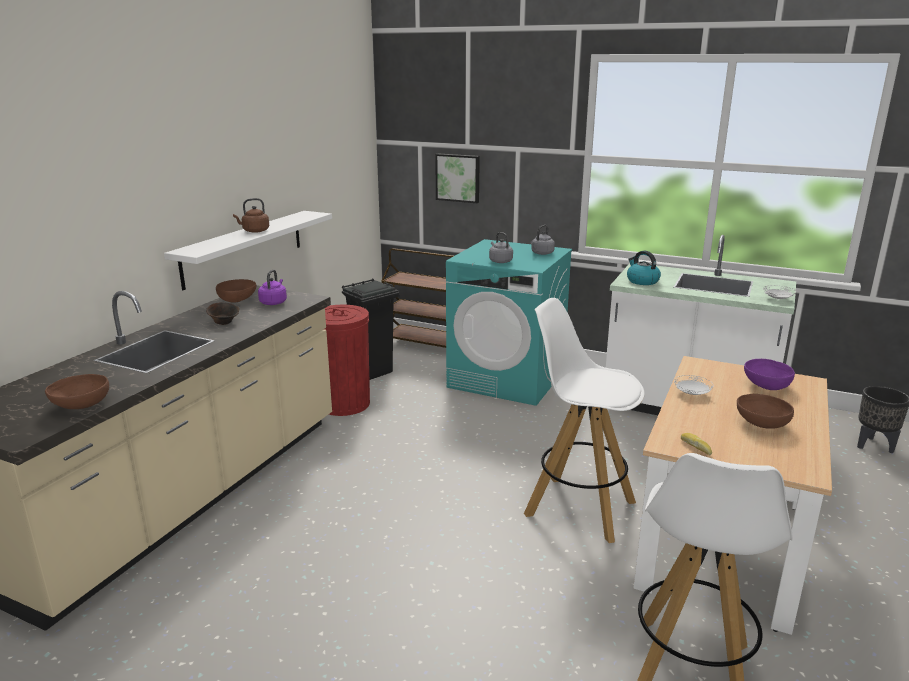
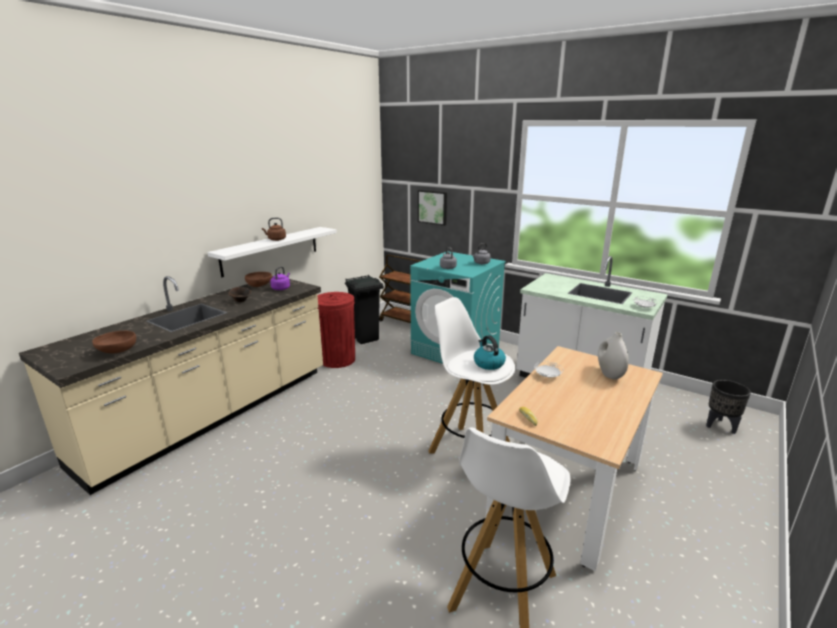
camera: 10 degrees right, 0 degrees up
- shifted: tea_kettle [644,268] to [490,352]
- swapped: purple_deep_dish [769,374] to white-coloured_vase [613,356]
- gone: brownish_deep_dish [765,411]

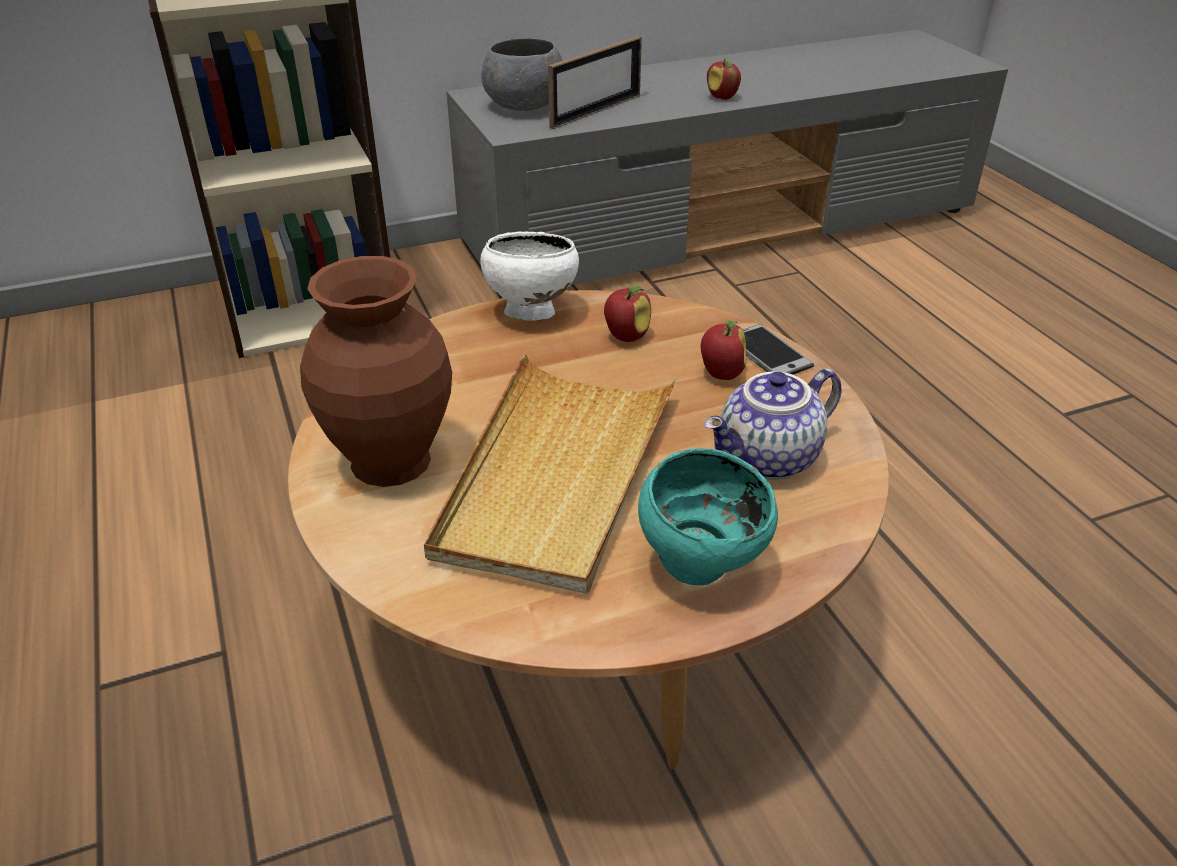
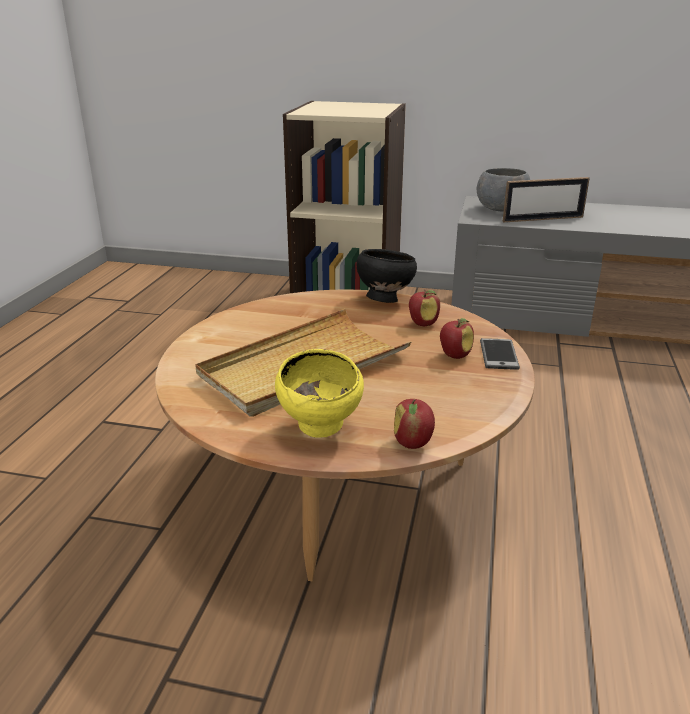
camera: 35 degrees right, 10 degrees down
- shifted: whole_apple [724,79] to [414,424]
- repainted: white-coloured_deep_dish [529,276] to blackish_deep_dish [387,276]
- gone: brownish_vase [376,371]
- gone: teapot [773,424]
- repainted: turquoise-coloured_deep_dish [708,516] to yellowish_deep_dish [319,393]

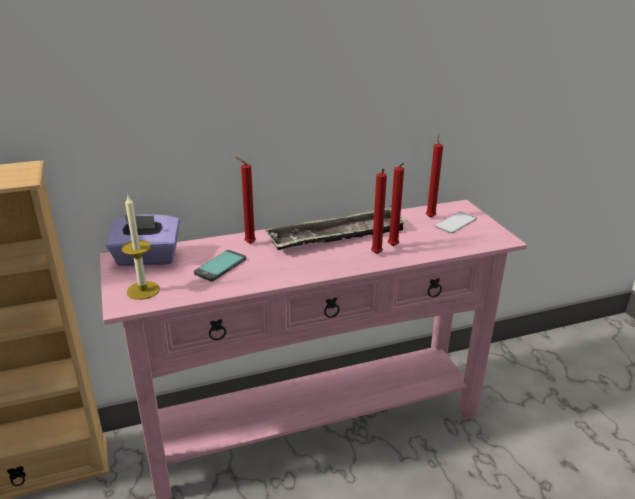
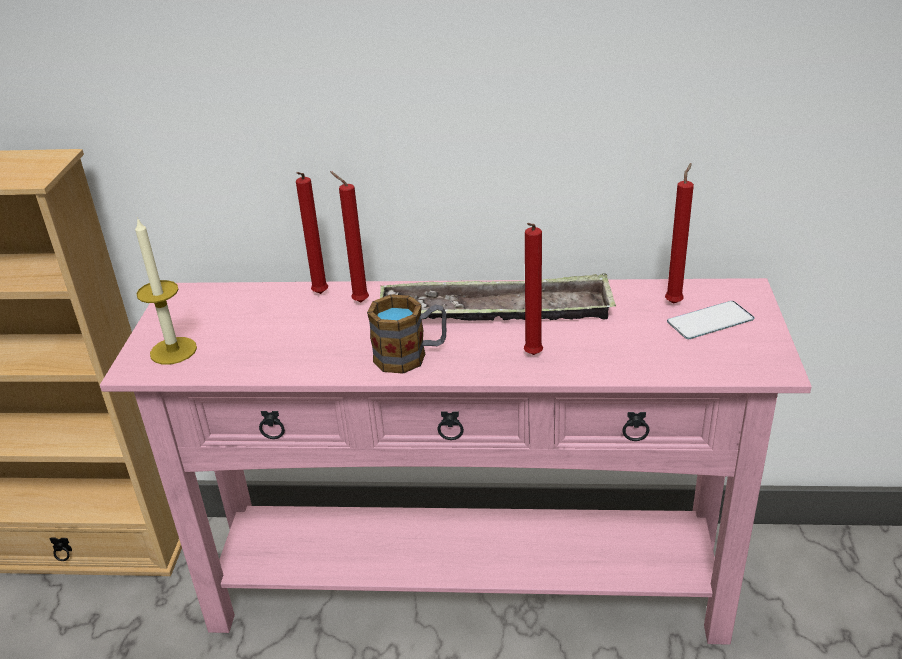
camera: 25 degrees right, 5 degrees up
- shifted: reddish_candle [396,204] to [312,233]
- gone: purple_tissue_box [143,240]
- gone: phone [220,265]
- new: coffee_mug [407,334]

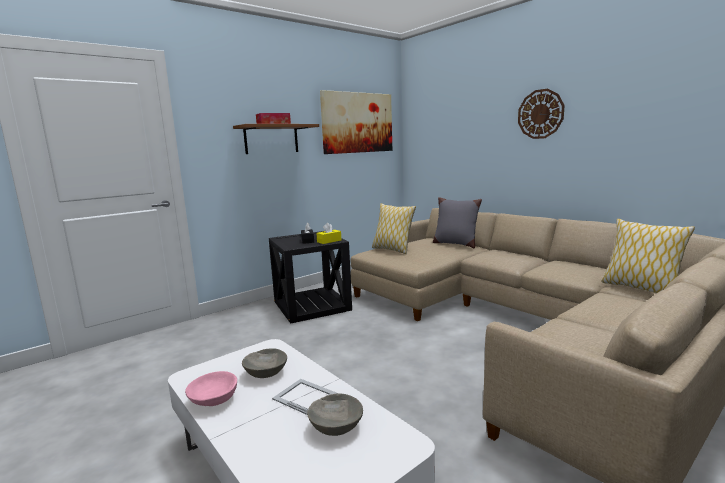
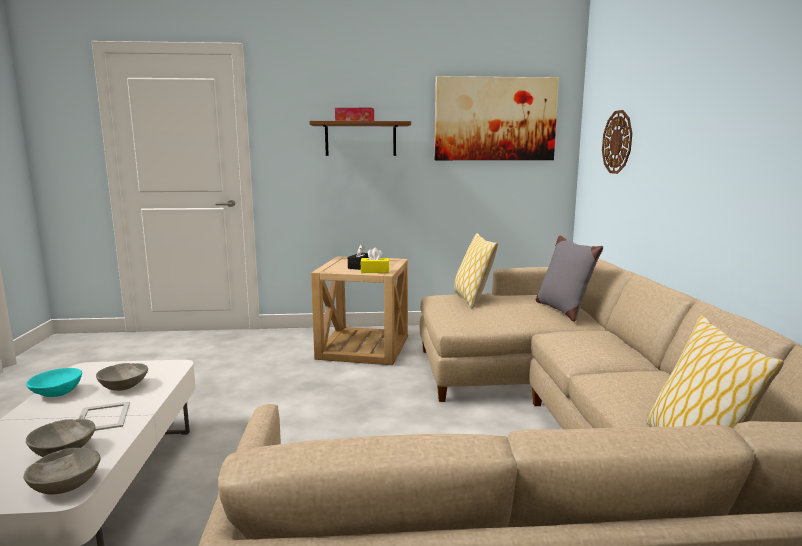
camera: 35 degrees right, 0 degrees up
- shifted: hanging_clock [541,114] to [617,142]
- repainted: blackish_end_table [310,277] to beige-coloured_end_table [359,310]
- repainted: pink_deep_dish [211,388] to turquoise-coloured_deep_dish [54,382]
- new: greyish_deep_dish [62,471]

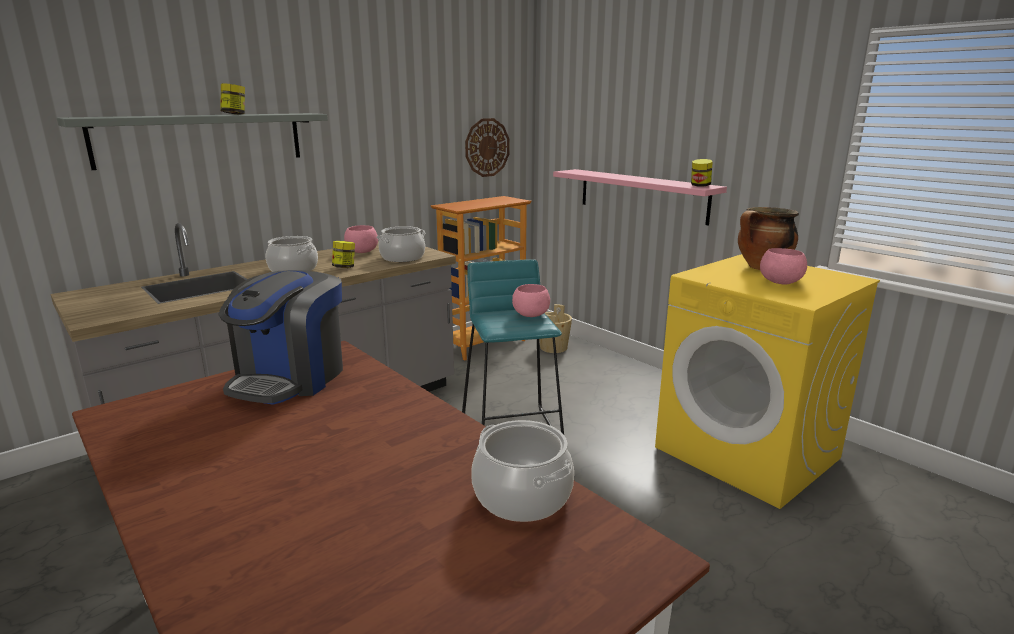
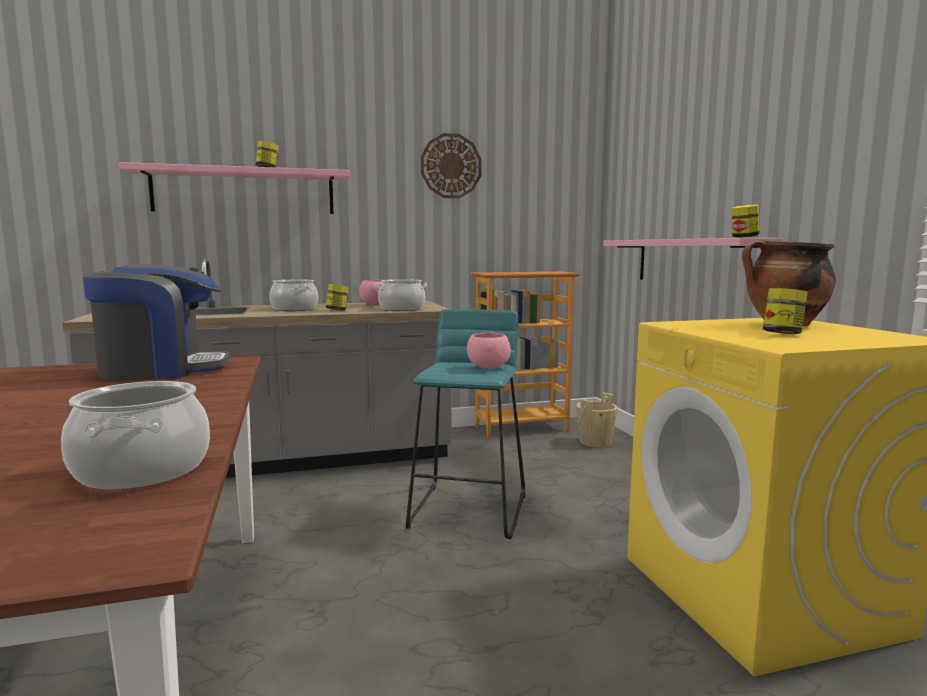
camera: 25 degrees right, 10 degrees down
- repainted: greyish_bracket_shelf [192,141] to pink_bracket_shelf [234,188]
- shifted: hanging_clock [487,147] to [451,165]
- swapped: pink_deep_dish [783,266] to preserve_jar [785,311]
- rotated: coffee_brewer [280,337] = [156,322] 150 degrees counterclockwise

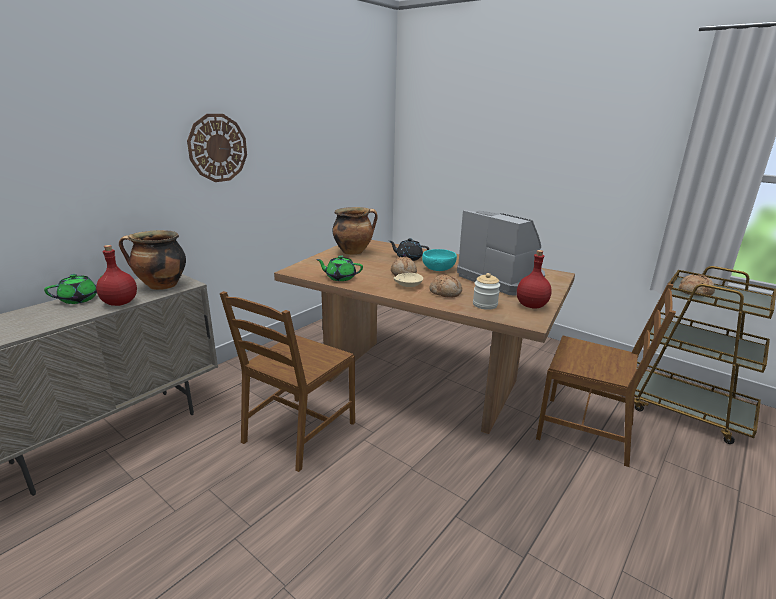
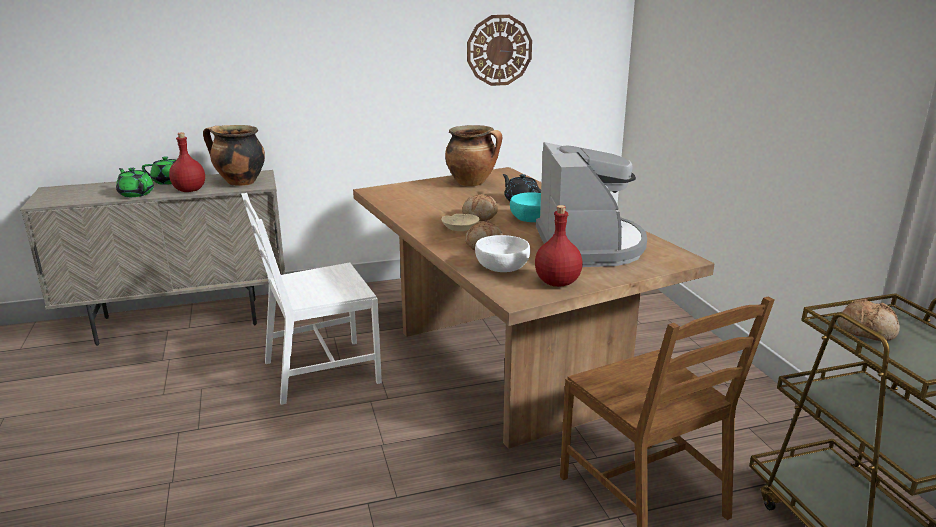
camera: 35 degrees right, 0 degrees up
- shifted: hanging_clock [217,148] to [499,50]
- shifted: green-coloured_teapot [339,268] to [135,182]
- swapped: preserve_jar [486,291] to white-coloured_deep_dish [502,253]
- repainted: brownish_upright_chair [287,381] to white-coloured_upright_chair [311,299]

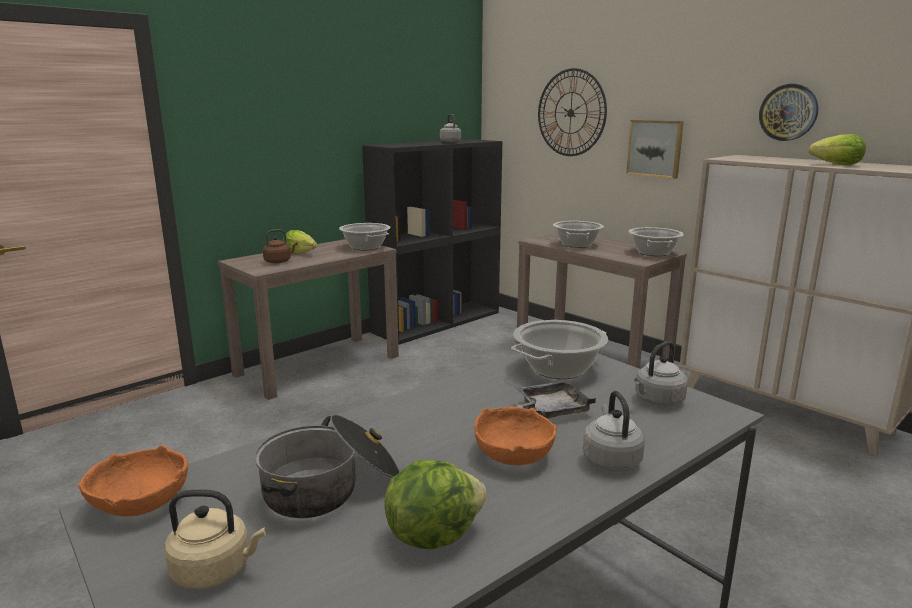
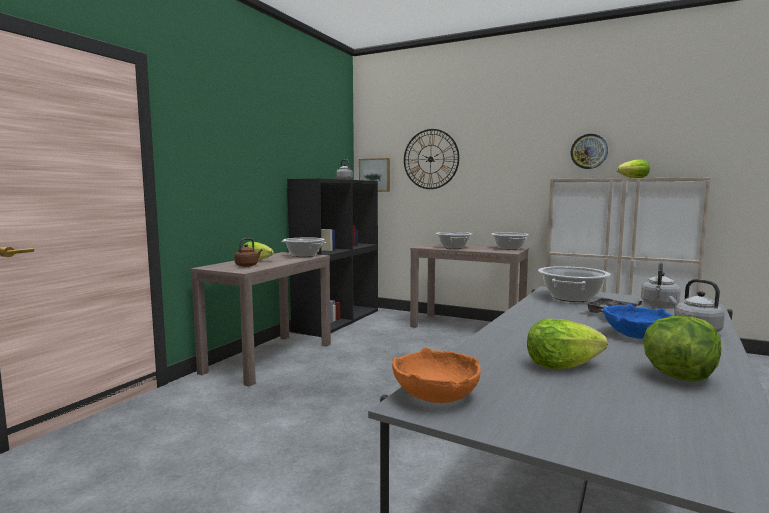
camera: 20 degrees left, 10 degrees down
- shifted: picture [655,149] to [374,175]
- repainted: orangey_deep_dish [515,436] to blue-coloured_deep_dish [638,321]
- swapped: cooking_pot [327,466] to head_of_lettuce [567,343]
- gone: beige-coloured_tea_kettle [214,539]

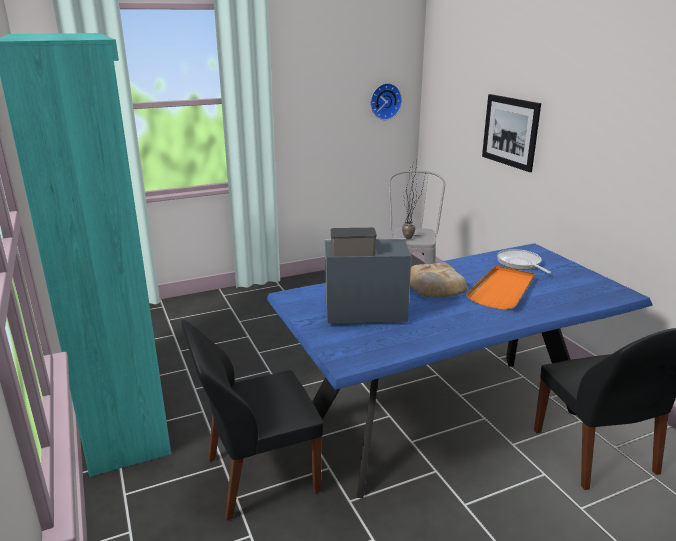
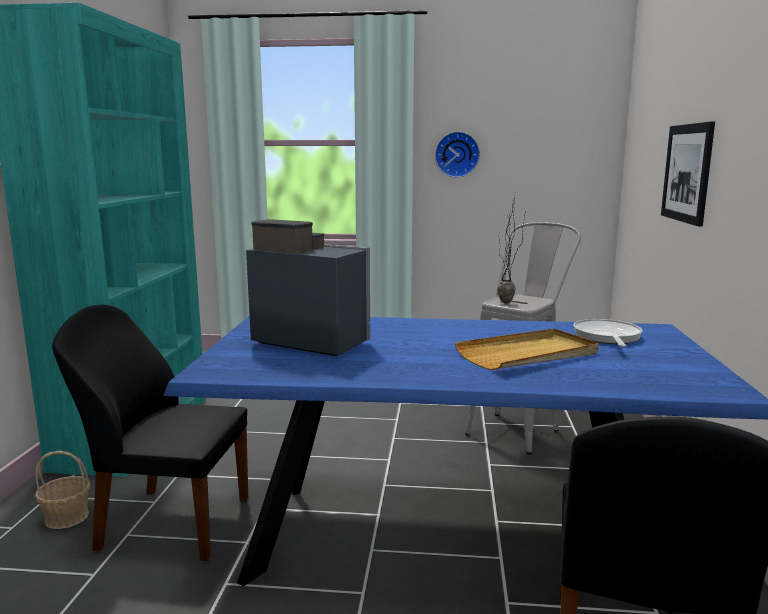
camera: 30 degrees right, 10 degrees down
- shifted: hanging_clock [386,101] to [457,154]
- gone: baked_bread [438,279]
- repainted: orangey_serving_tray [500,287] to beige-coloured_serving_tray [527,349]
- new: basket [63,490]

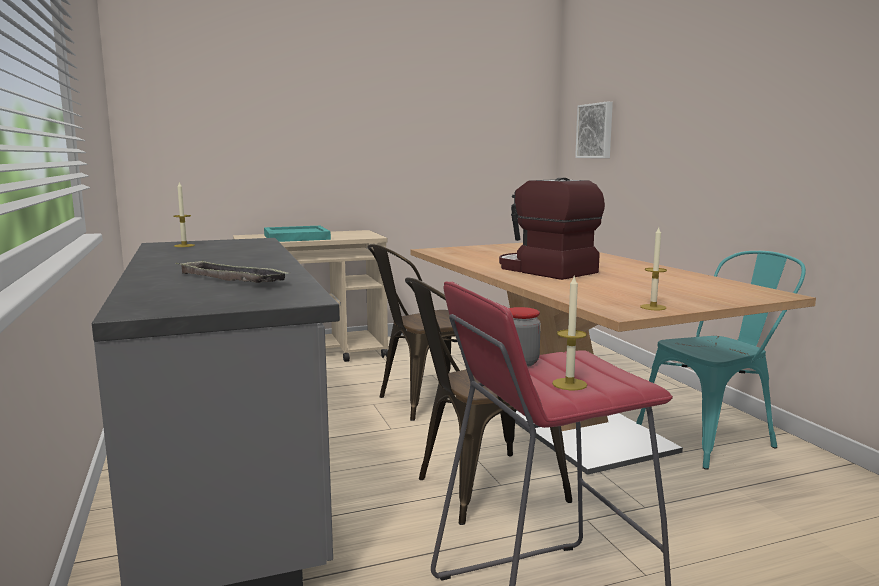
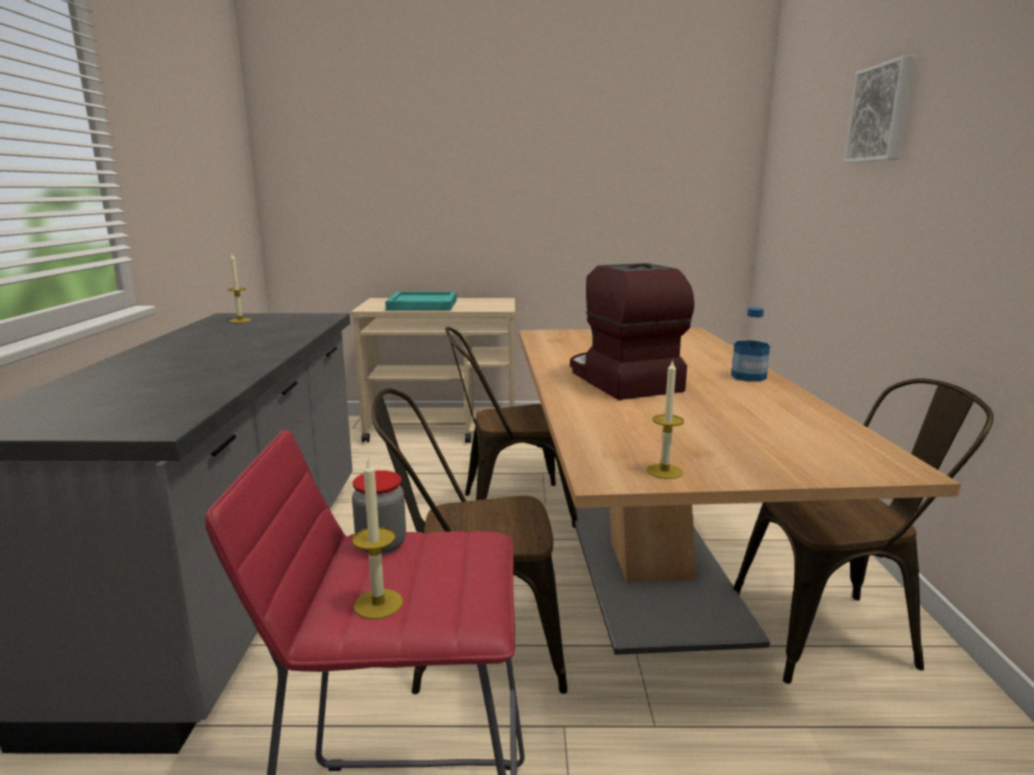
camera: 20 degrees right, 5 degrees up
- shifted: picture [594,130] to [879,109]
- repainted: turquoise-coloured_upright_chair [721,360] to brownish_upright_chair [863,531]
- gone: serving_tray [232,271]
- new: beverage_bottle [750,344]

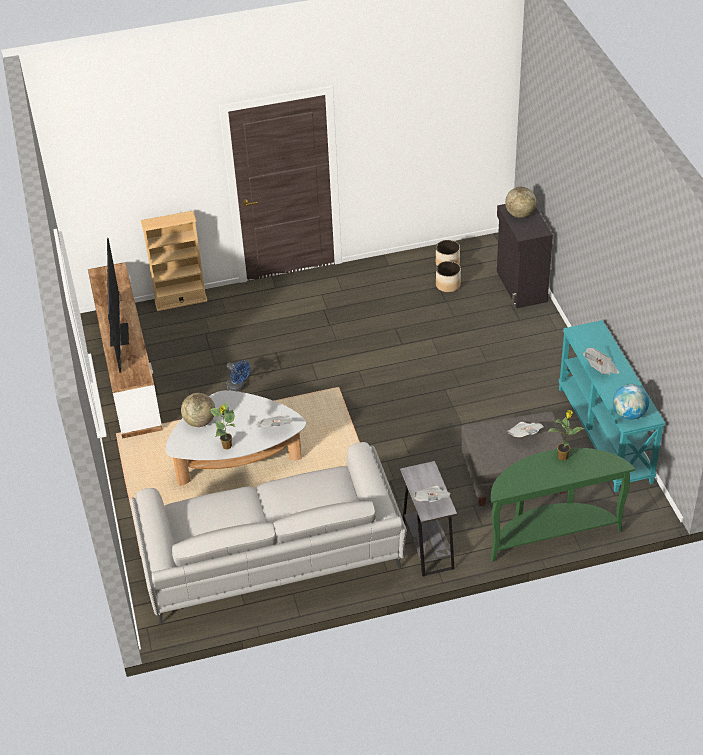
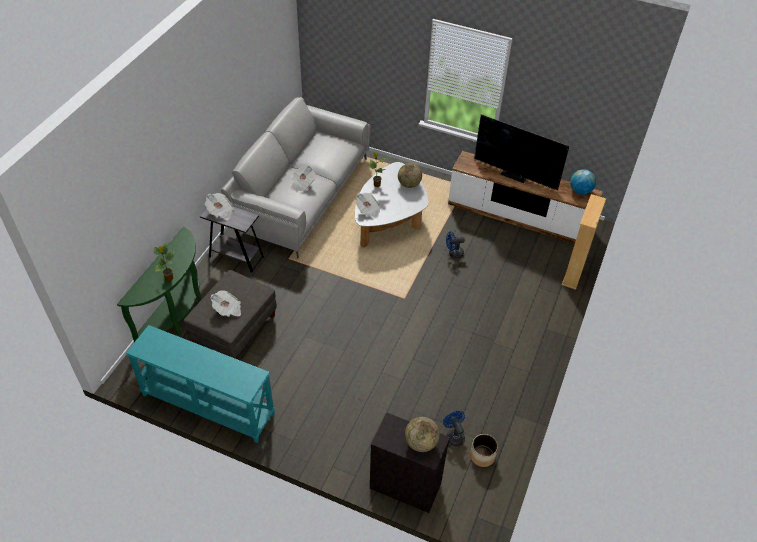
camera: 125 degrees right, 5 degrees up
- swapped: planter [448,276] to blue-coloured_cooling_fan [454,428]
- shifted: newspaper [601,361] to [303,179]
- shifted: desk_globe [631,402] to [583,182]

